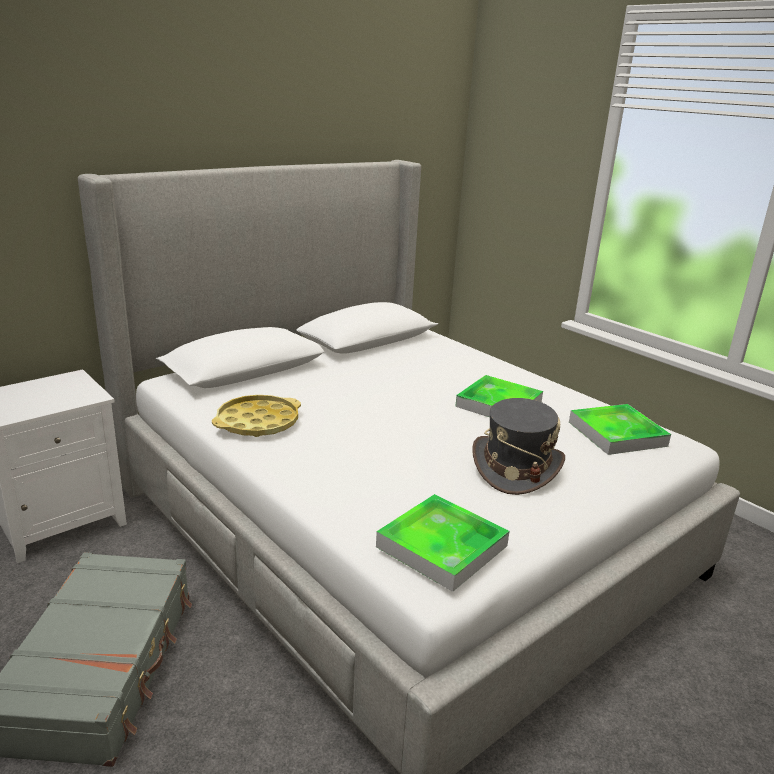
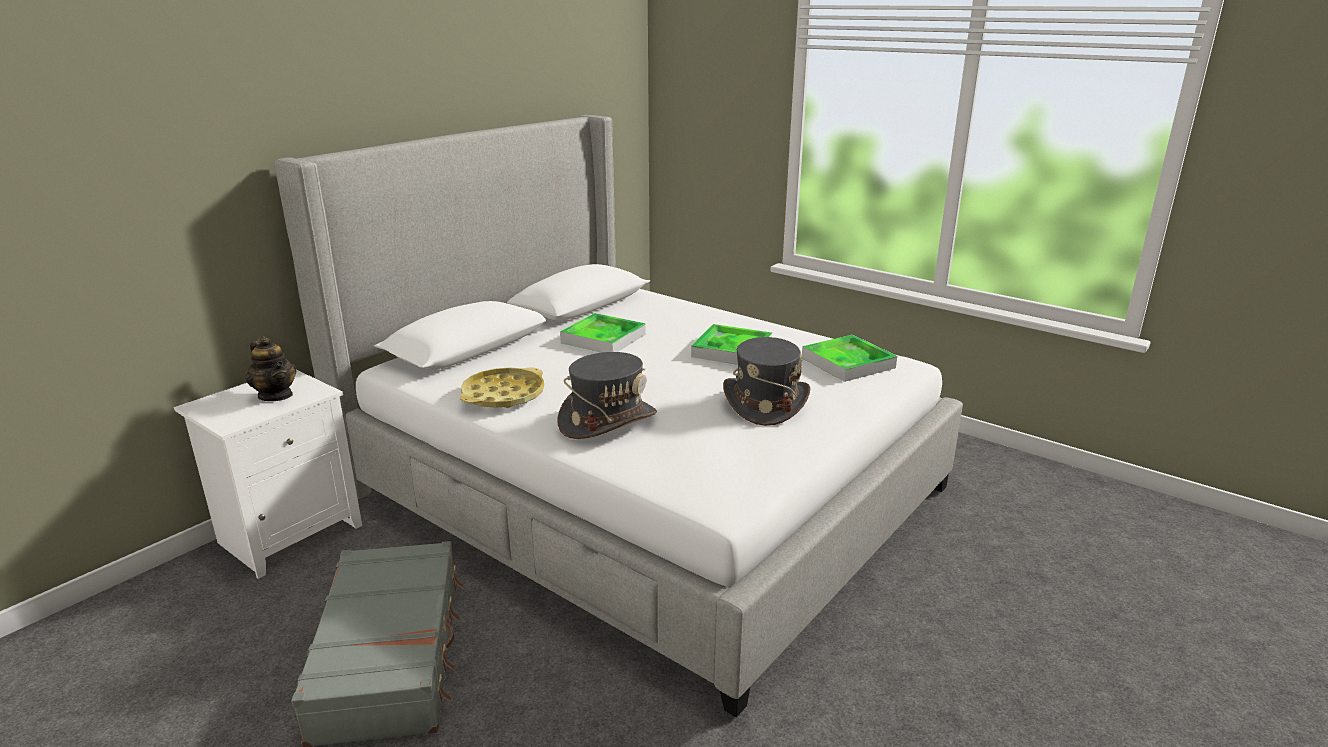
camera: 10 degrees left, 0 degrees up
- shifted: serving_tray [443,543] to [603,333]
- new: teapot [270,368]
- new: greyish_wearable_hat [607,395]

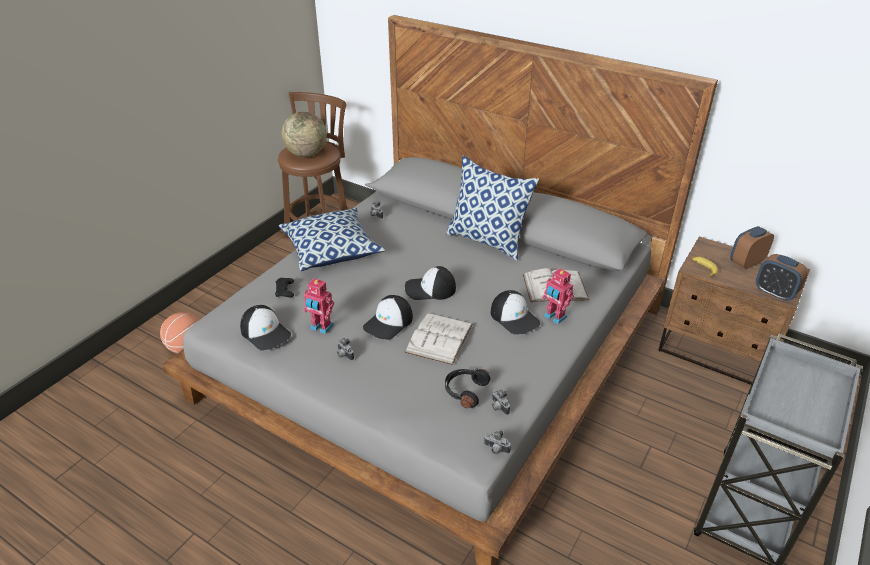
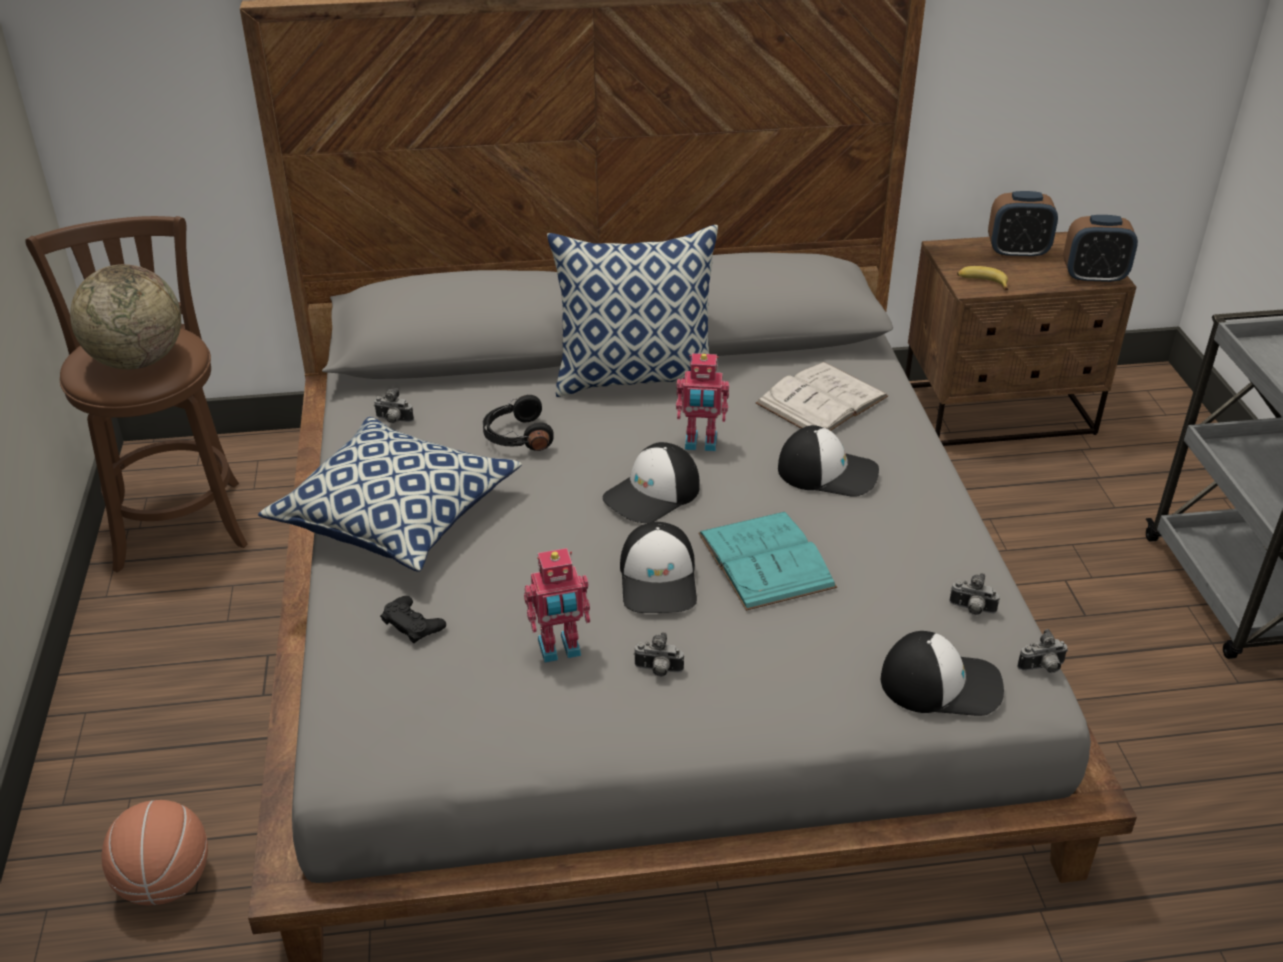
camera: 40 degrees left, 0 degrees up
- rotated: bedside_clock [752,248] = [1023,225] 105 degrees counterclockwise
- shifted: model_robot [558,296] to [702,402]
- shifted: cap [265,327] to [942,673]
- repainted: white-coloured_volume [439,339] to turquoise-coloured_volume [767,561]
- shifted: blackish_headset [467,388] to [518,423]

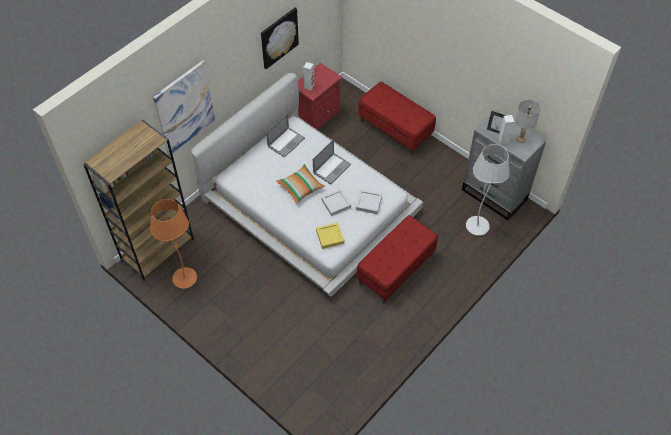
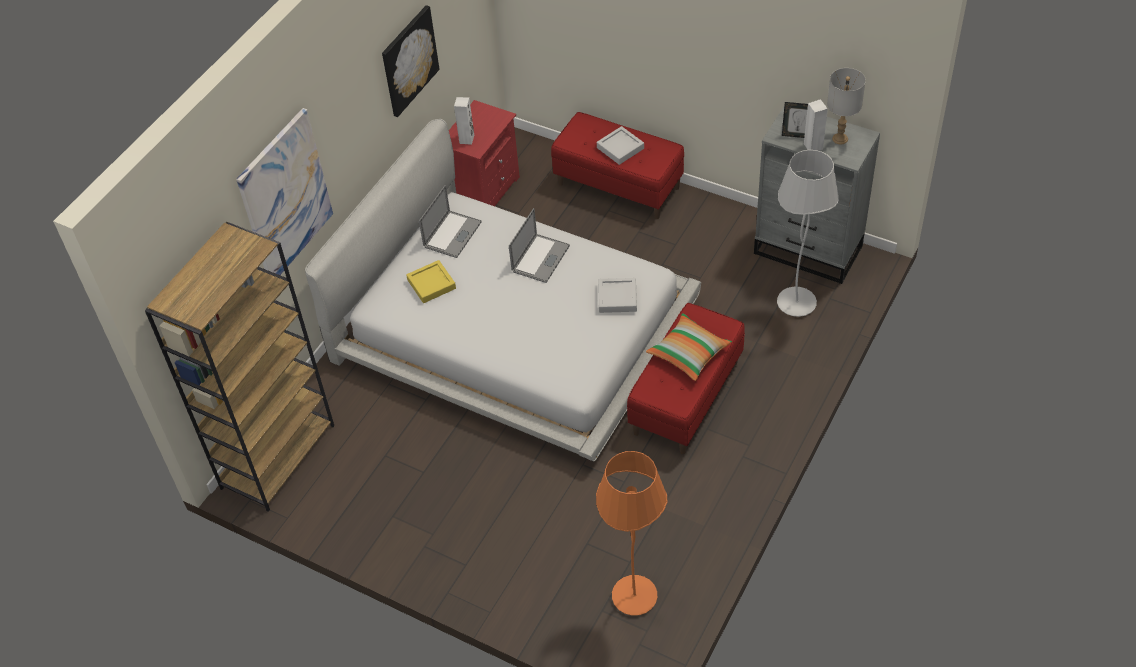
camera: 10 degrees left, 5 degrees down
- shifted: cushion [300,184] to [689,347]
- shifted: greyish_serving_tray [336,202] to [620,145]
- shifted: orangey_standing_lamp [173,244] to [632,533]
- shifted: yellowish_serving_tray [330,236] to [431,281]

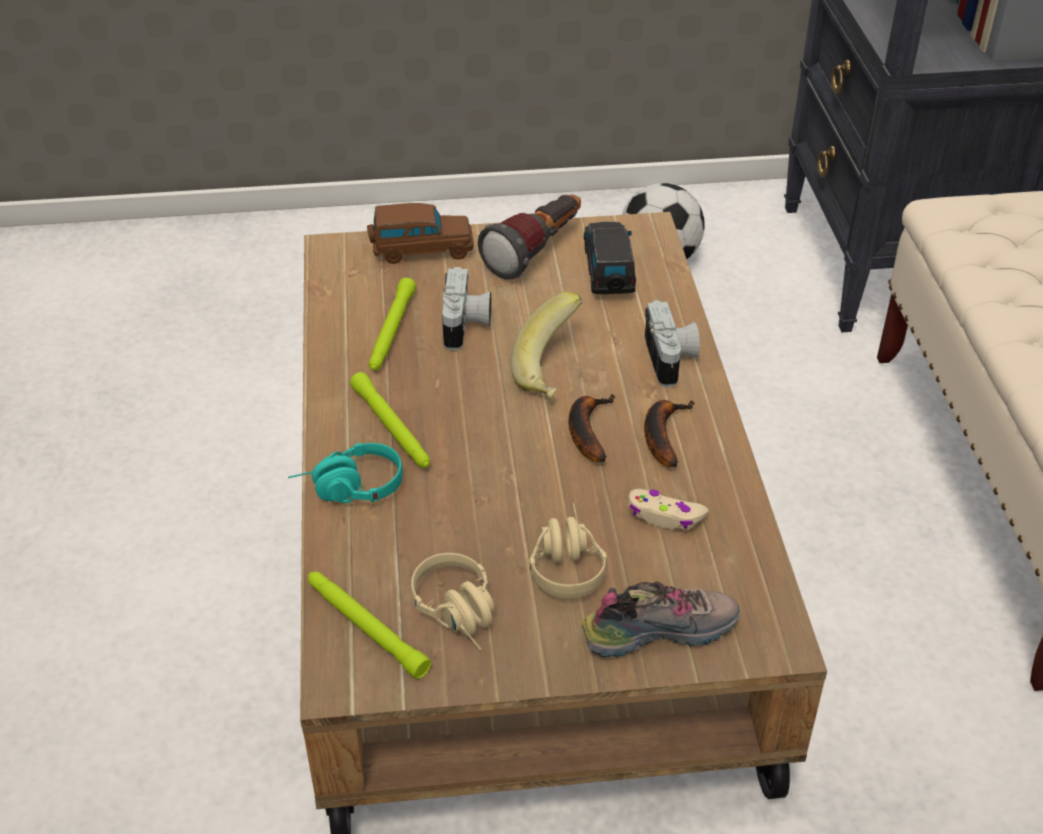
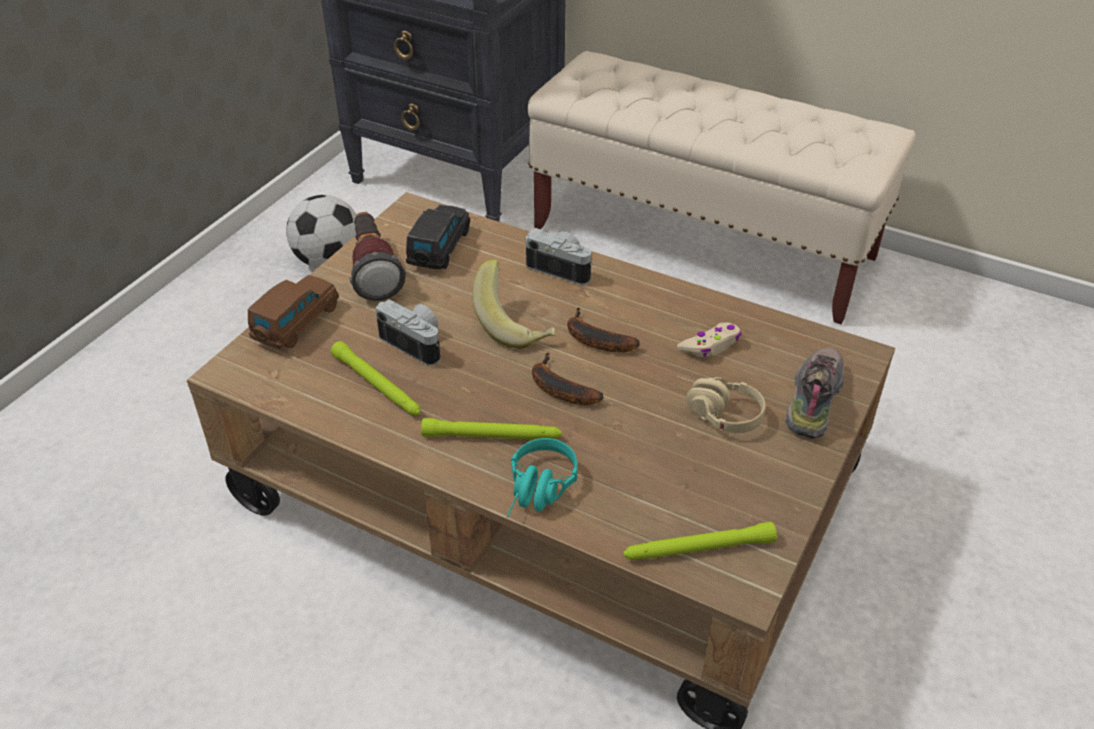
camera: 55 degrees left, 0 degrees up
- rotated: blackish_toy_car [610,257] = [438,237] 75 degrees clockwise
- shifted: banana_fruit [669,433] to [567,378]
- gone: beige-coloured_headset [452,601]

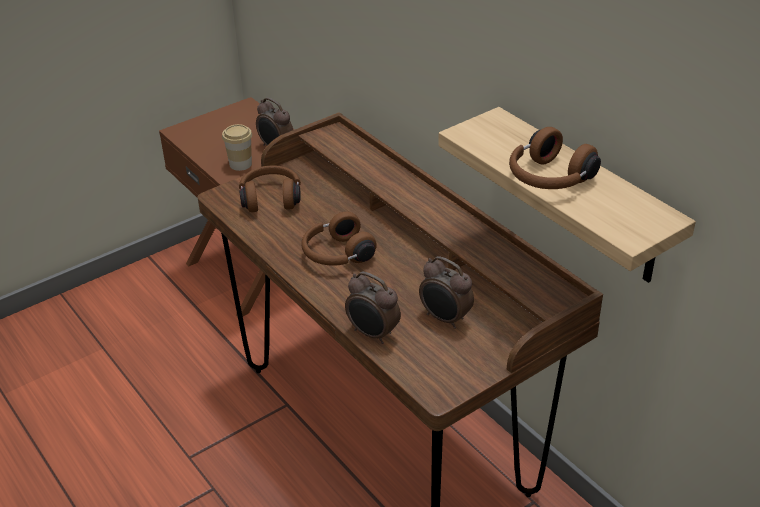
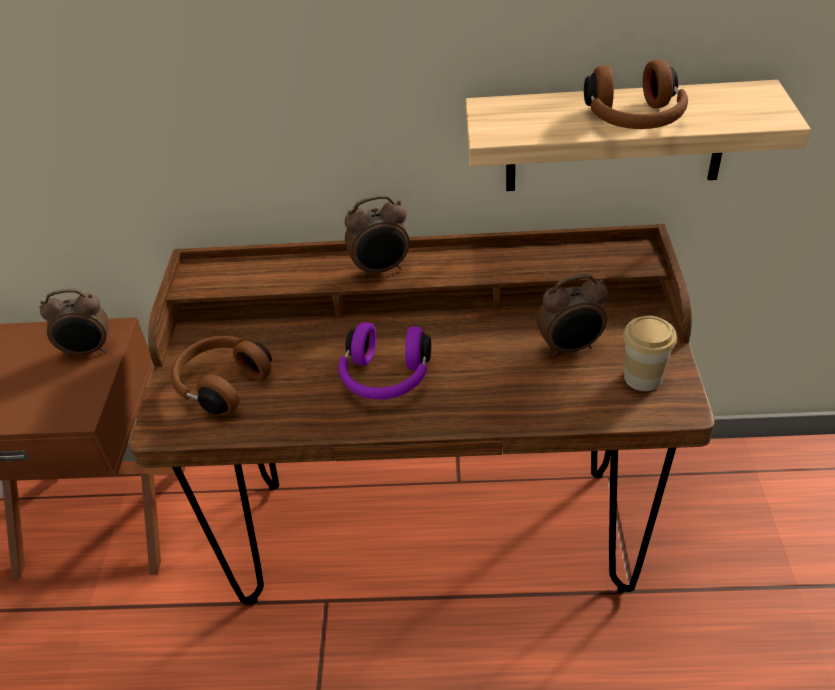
camera: 50 degrees left, 5 degrees up
- shifted: cup [237,147] to [650,353]
- repainted: brownish_headset [339,238] to purple_headset [385,361]
- shifted: bedside_clock [373,307] to [377,236]

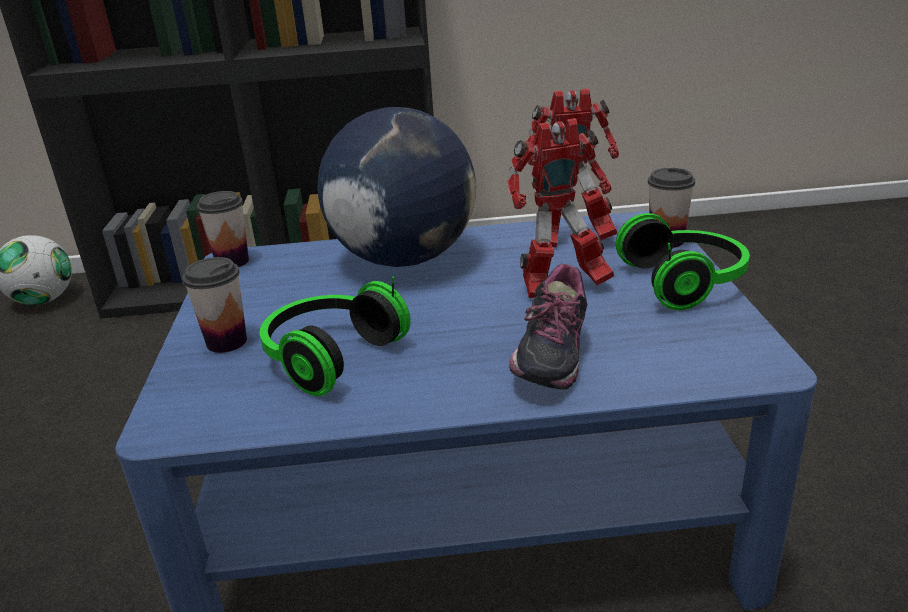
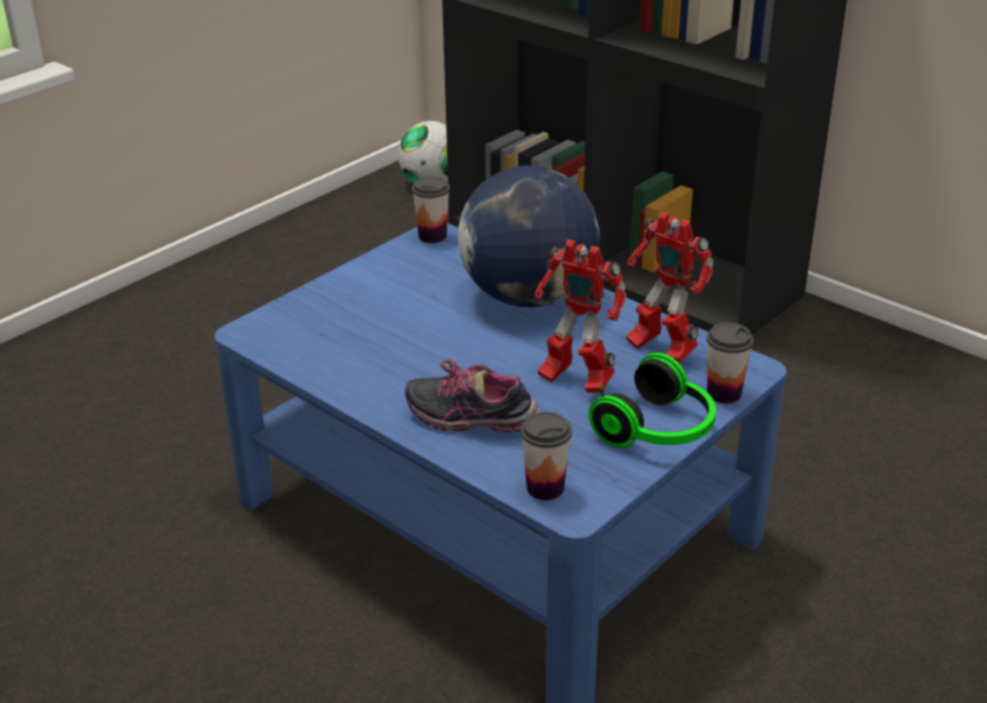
camera: 45 degrees right, 5 degrees up
- shifted: cup [214,305] to [546,456]
- rotated: low_shoe [548,327] = [471,394] 45 degrees clockwise
- gone: headset [335,336]

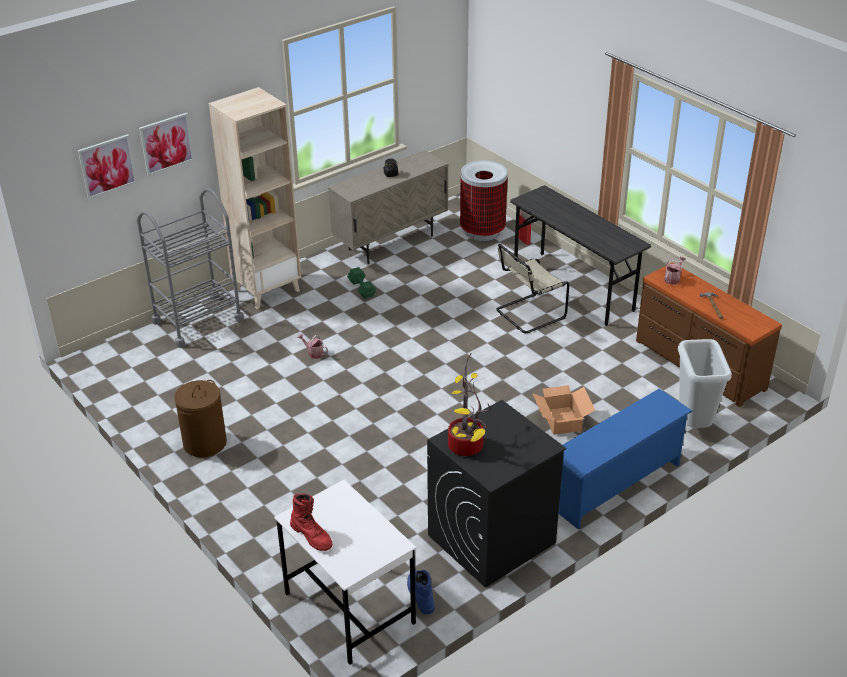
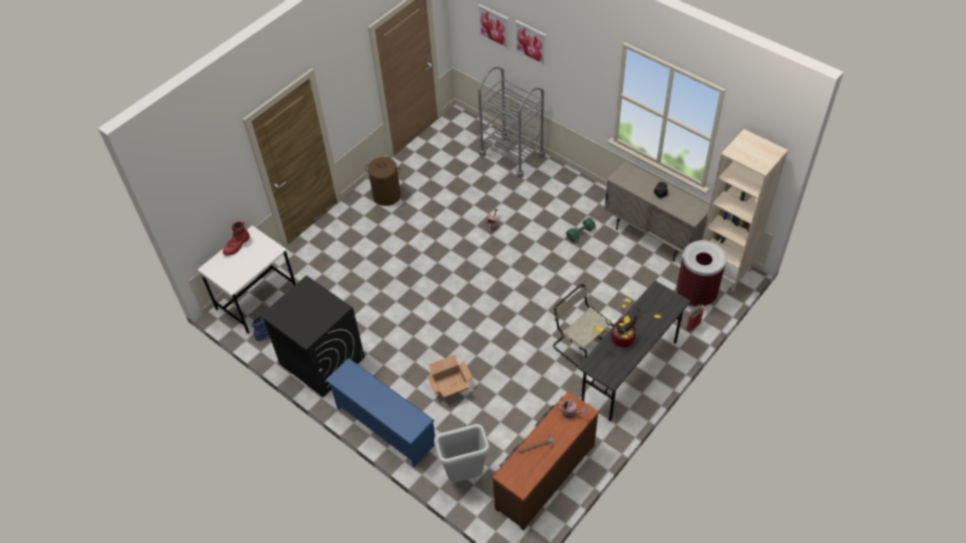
camera: 80 degrees right, 15 degrees up
- shifted: beige-coloured_bookcase [255,198] to [745,210]
- shifted: potted_plant [469,404] to [627,323]

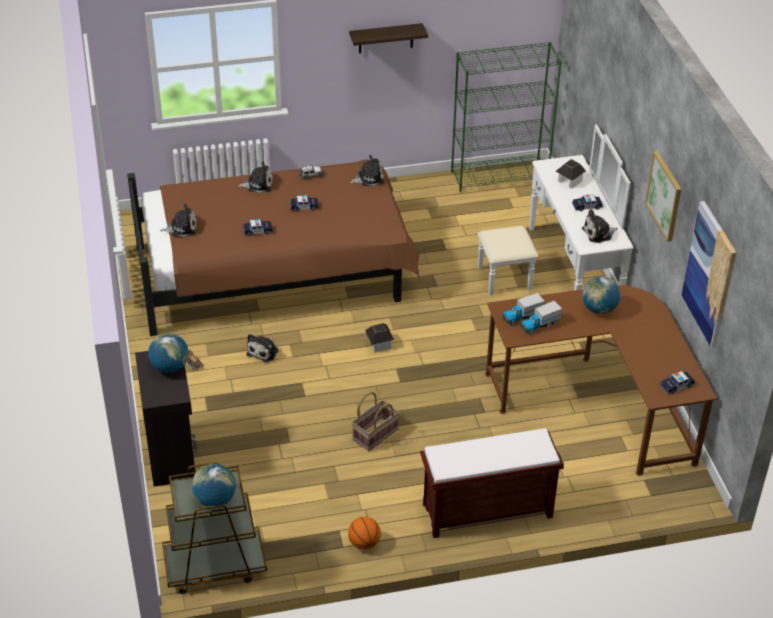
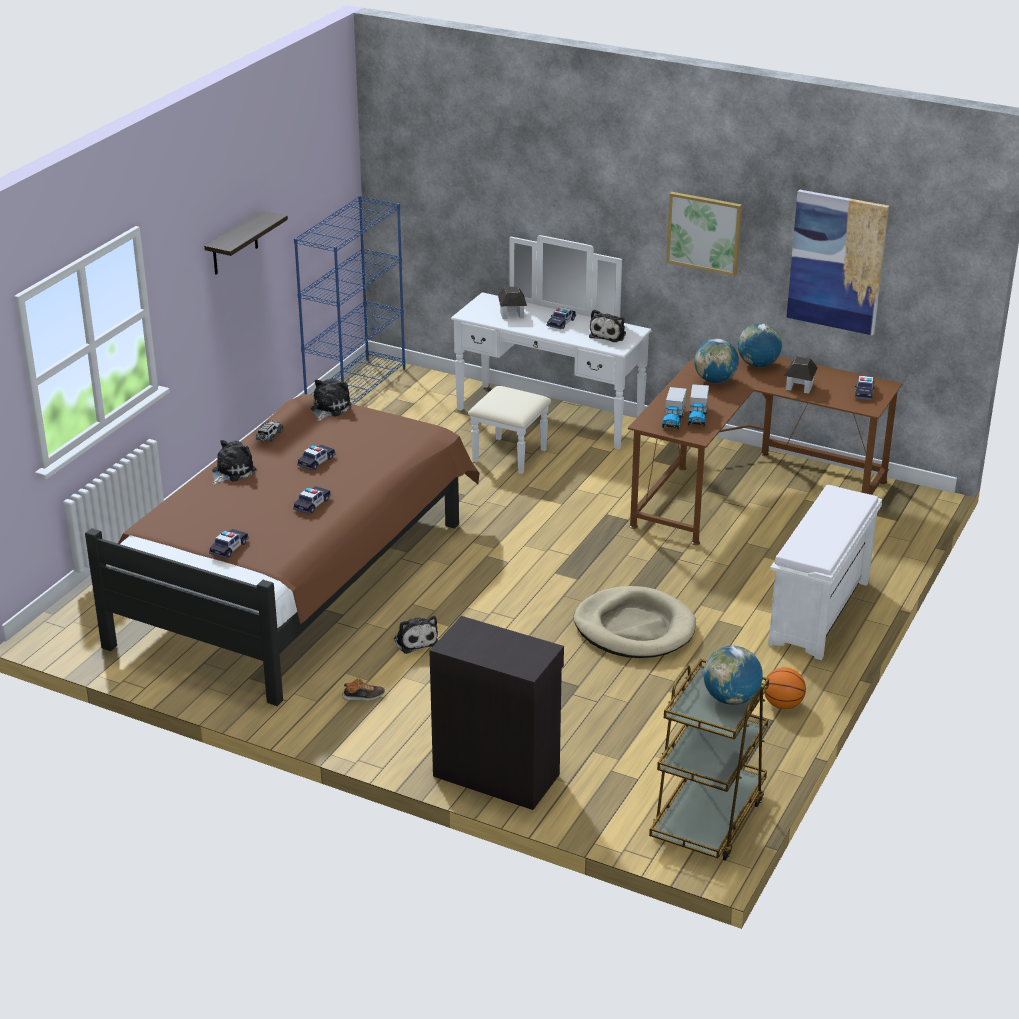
camera: 50 degrees left, 10 degrees down
- repainted: green-coloured_bookcase [506,117] to blue-coloured_bookcase [349,300]
- swapped: plush_toy [178,220] to toy_car [229,543]
- shifted: model_house [379,338] to [801,375]
- shifted: desk_globe [168,353] to [760,345]
- swapped: basket [376,421] to beige-coloured_dog_bed [634,622]
- repainted: brownish_indoor_bench [492,483] to white-coloured_indoor_bench [825,572]

